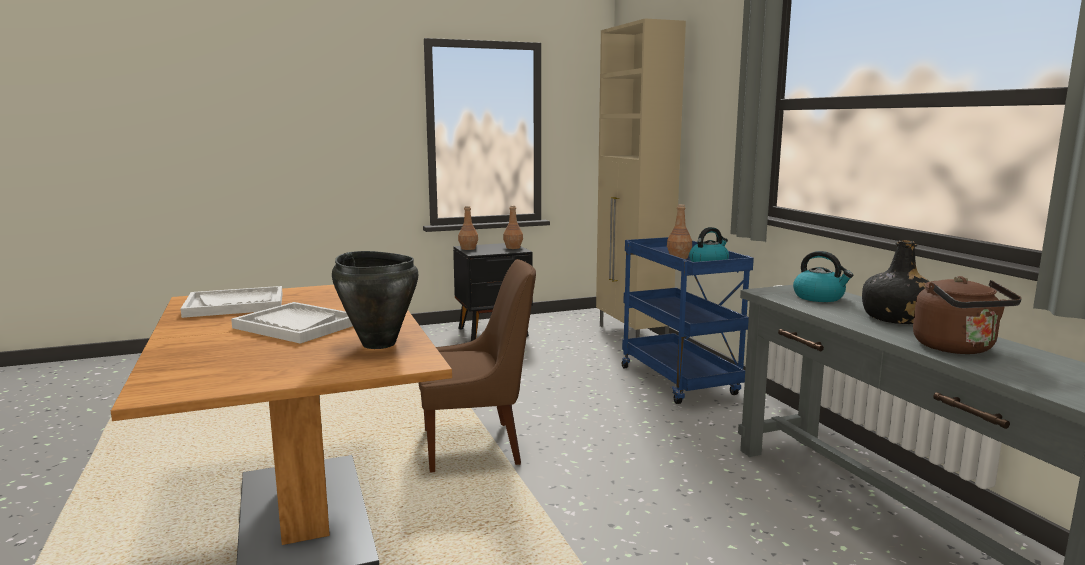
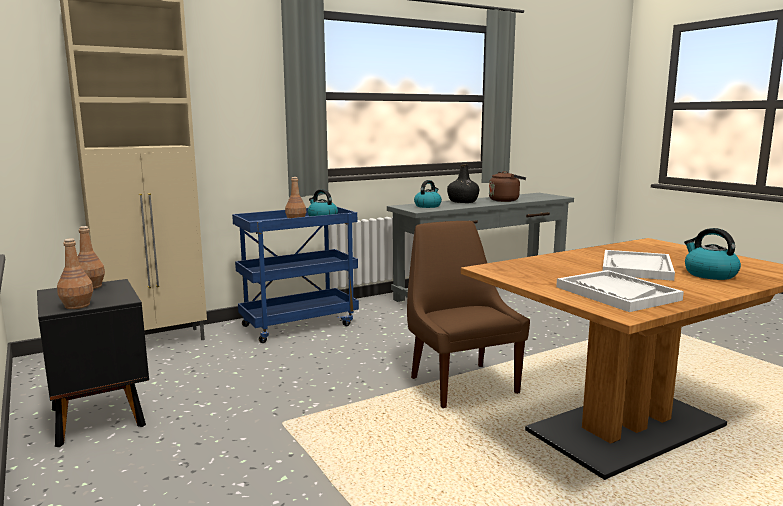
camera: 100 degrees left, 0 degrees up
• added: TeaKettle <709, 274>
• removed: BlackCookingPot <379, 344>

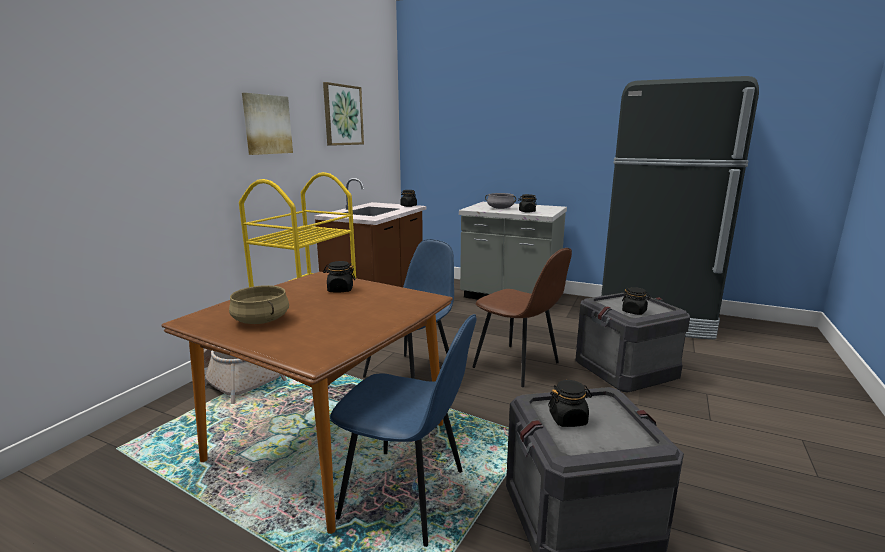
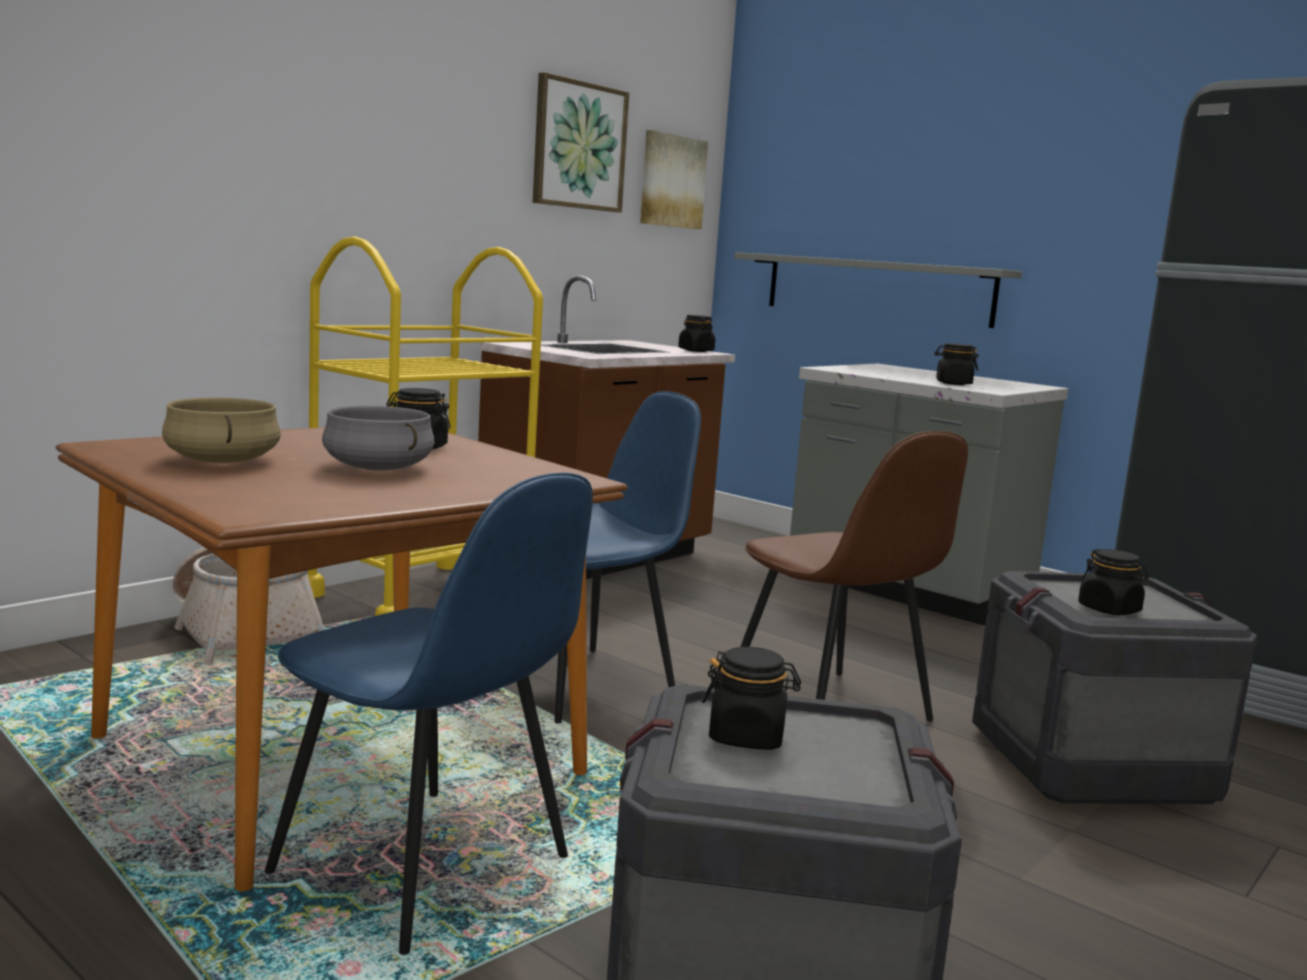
camera: 15 degrees right, 5 degrees down
• moved: GreyishCookingPot <500, 208> to <377, 468>
• moved: Picture <267, 124> to <671, 181>
• added: GreyishShelf <877, 289>

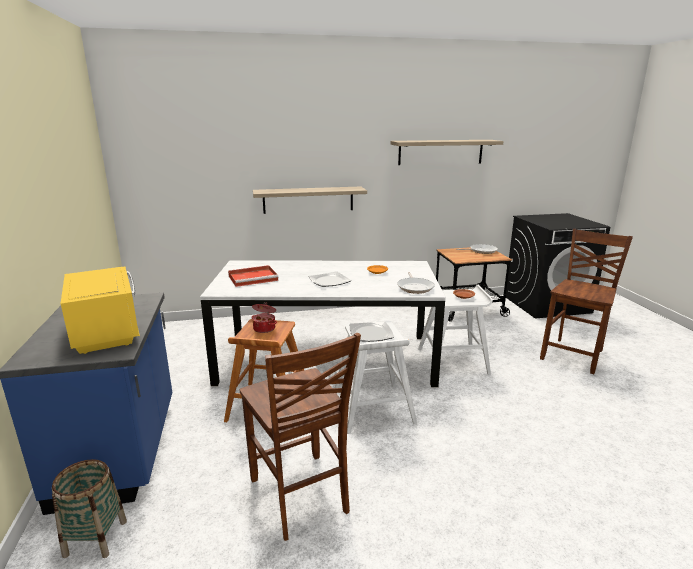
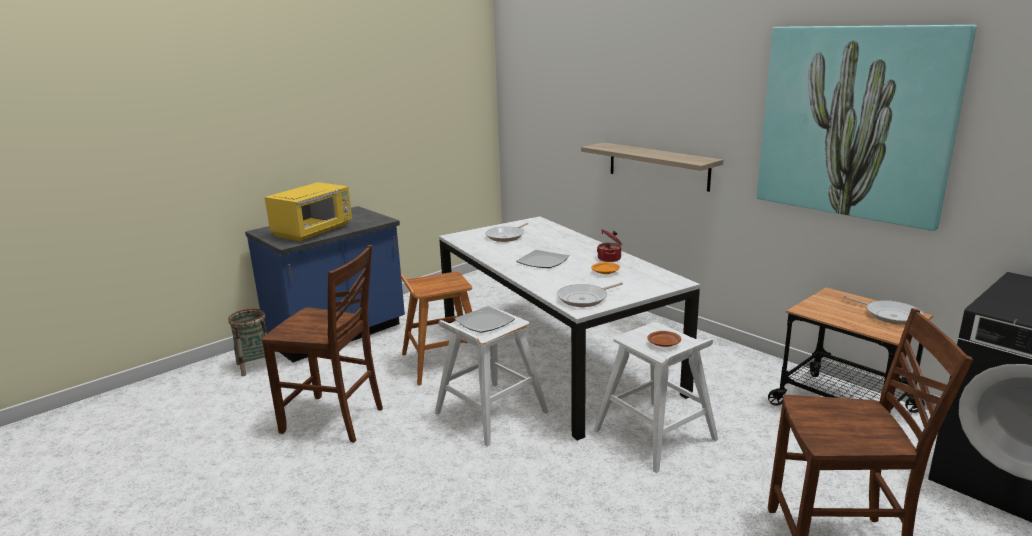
camera: 60 degrees right, 0 degrees up
• turned: BrownishPlainChair <300, 496> = <335, 420> 105 degrees counterclockwise
• replaced: RedColouredCarryingTray <254, 278> to Skillet <506, 236>
• moved: CookingPot <265, 328> to <610, 258>
• replaced: Shelf <440, 152> to Picture <854, 122>

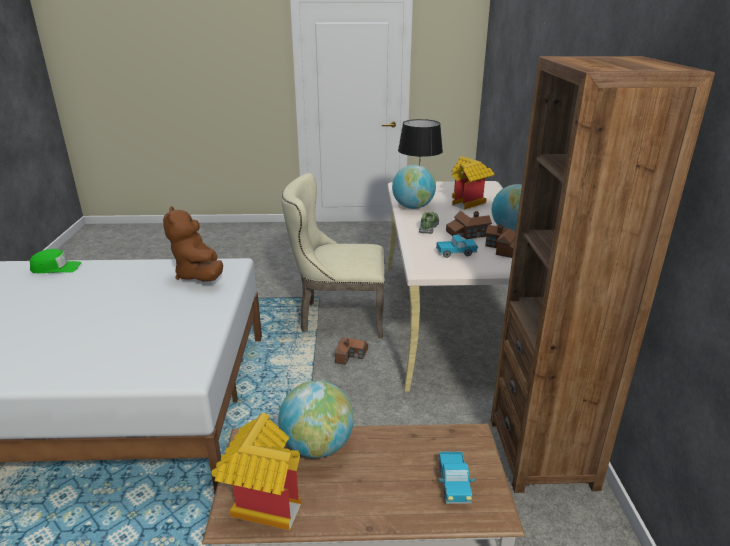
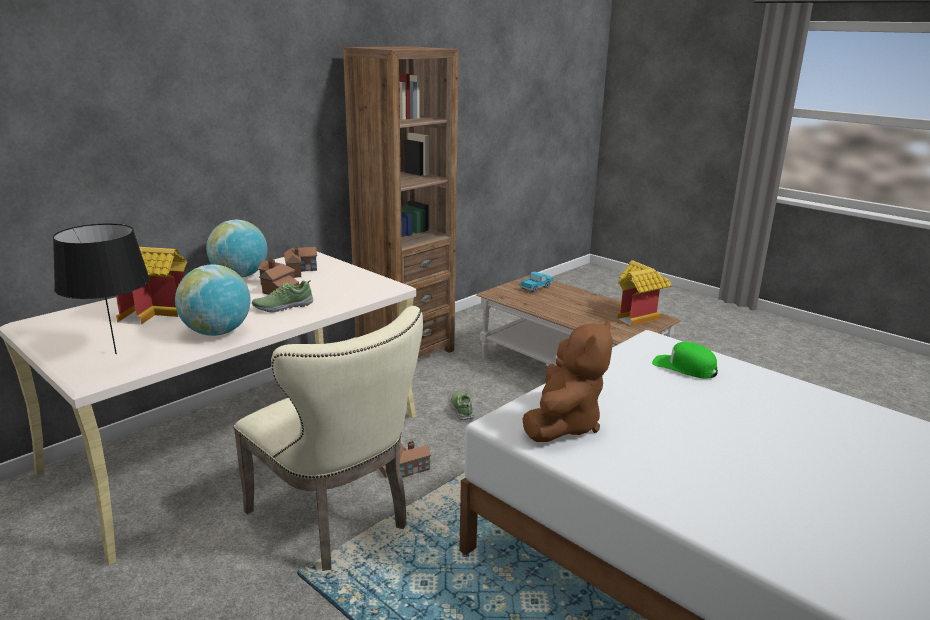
camera: 135 degrees left, 5 degrees down
• added: LowShoe <462, 410>
• moved: GreenColouredCap <56, 268> to <684, 367>
• removed: Globe <317, 446>
• removed: ToyLorry <456, 253>

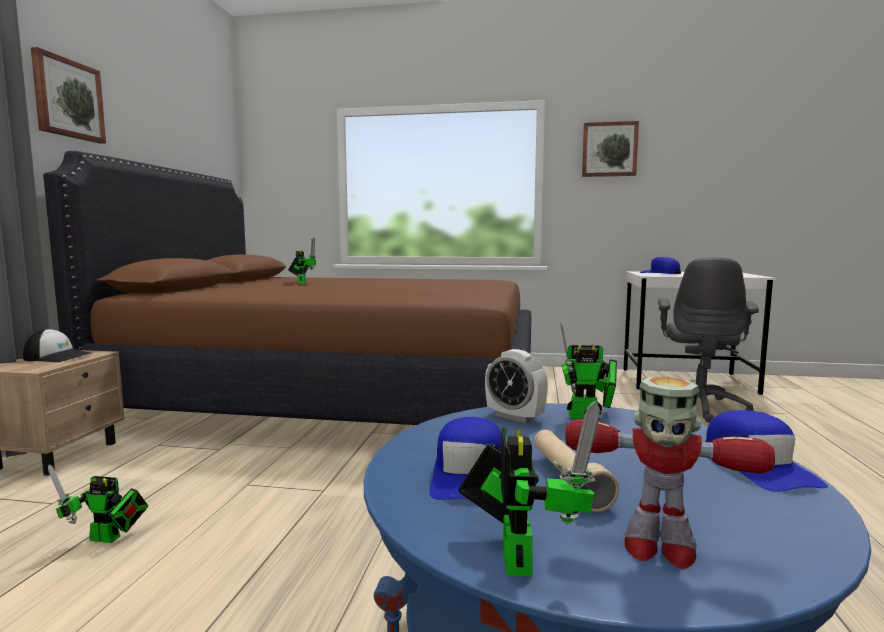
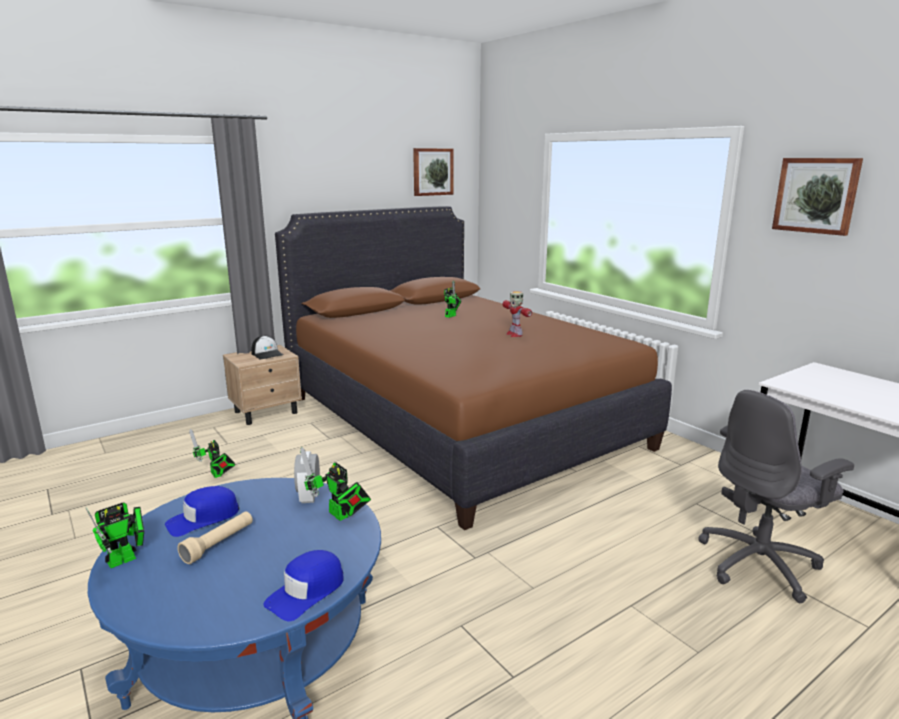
camera: 45 degrees right, 10 degrees up
• moved: Picture <68, 99> to <432, 172>
• moved: ModelRobot <657, 548> to <514, 334>
• removed: BlueCap <660, 273>

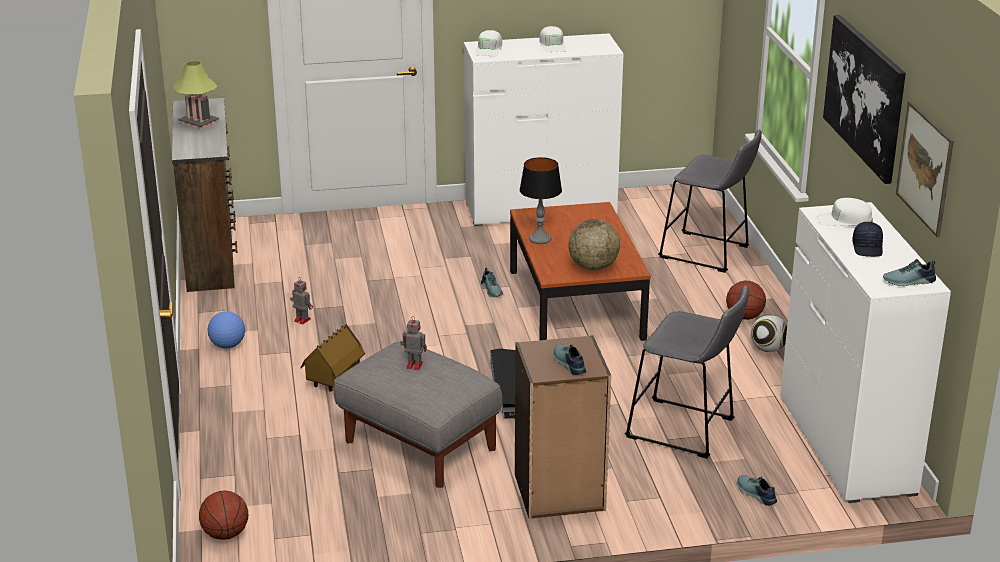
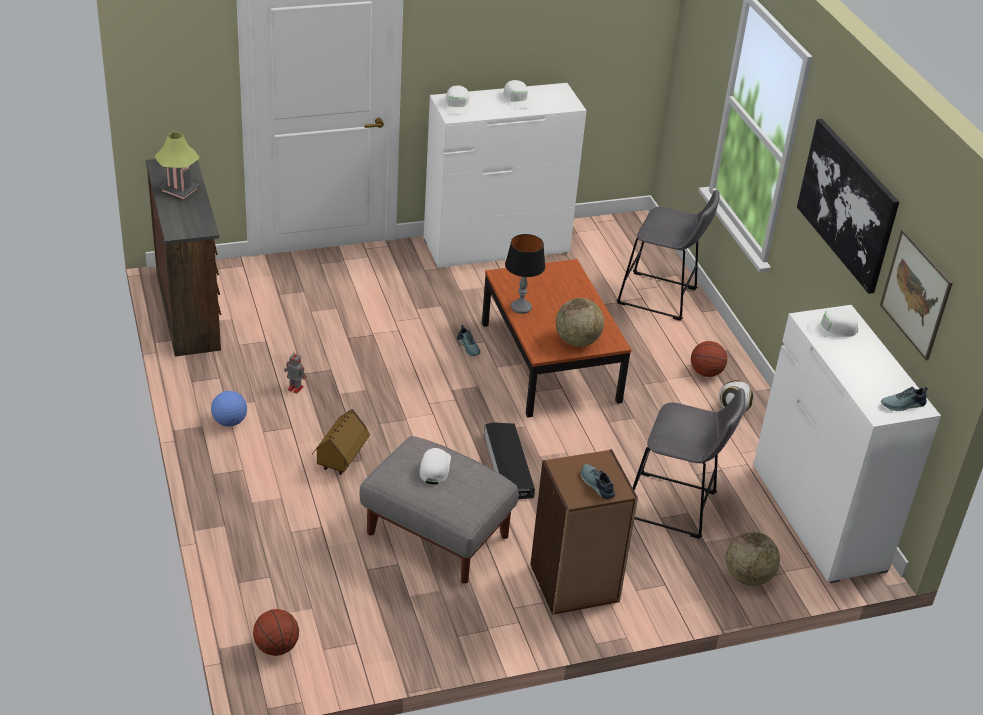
camera: 10 degrees left, 10 degrees up
• replaced: ModelRobot <413, 365> to WhitishCap <434, 467>
• replaced: LowShoe <755, 494> to Globe <748, 577>
• removed: BlackCap <868, 248>

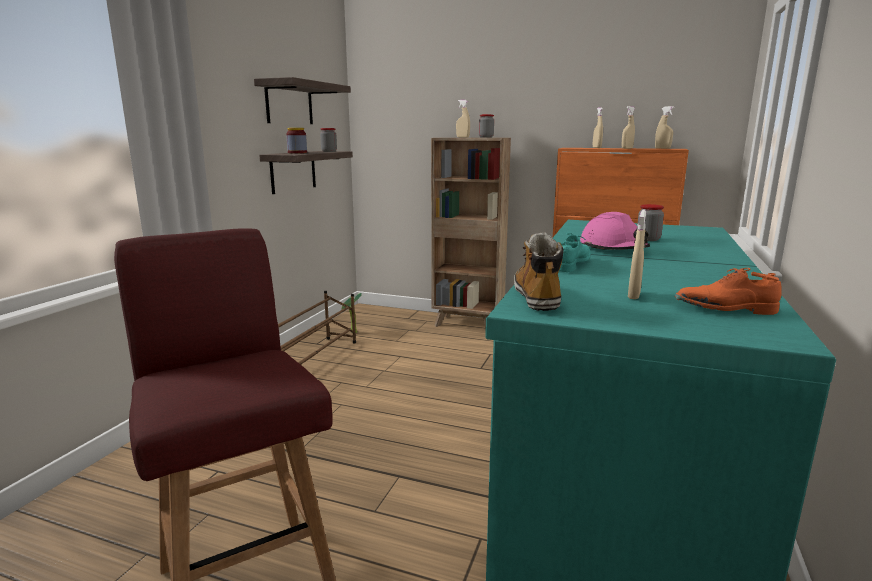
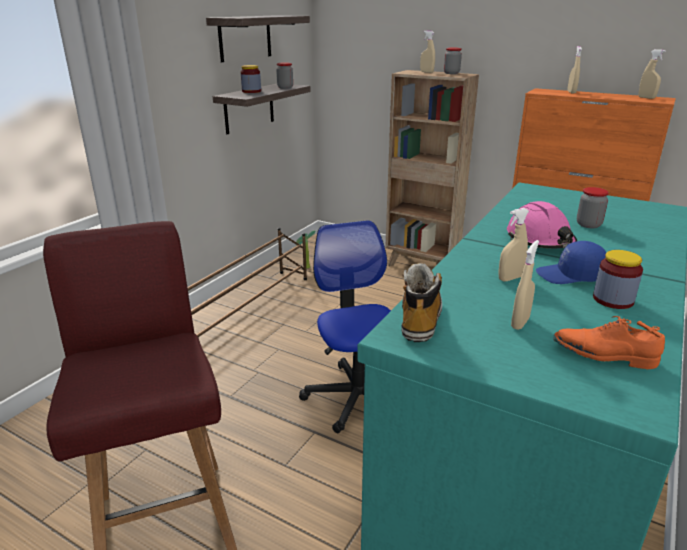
camera: 10 degrees right, 10 degrees up
• added: OfficeChair <357, 397>
• moved: BeigeHandSprayer <627, 148> to <510, 278>
• added: BlueCap <570, 276>
• added: StorageJar <613, 300>
• removed: TurquoiseLowShoe <572, 264>

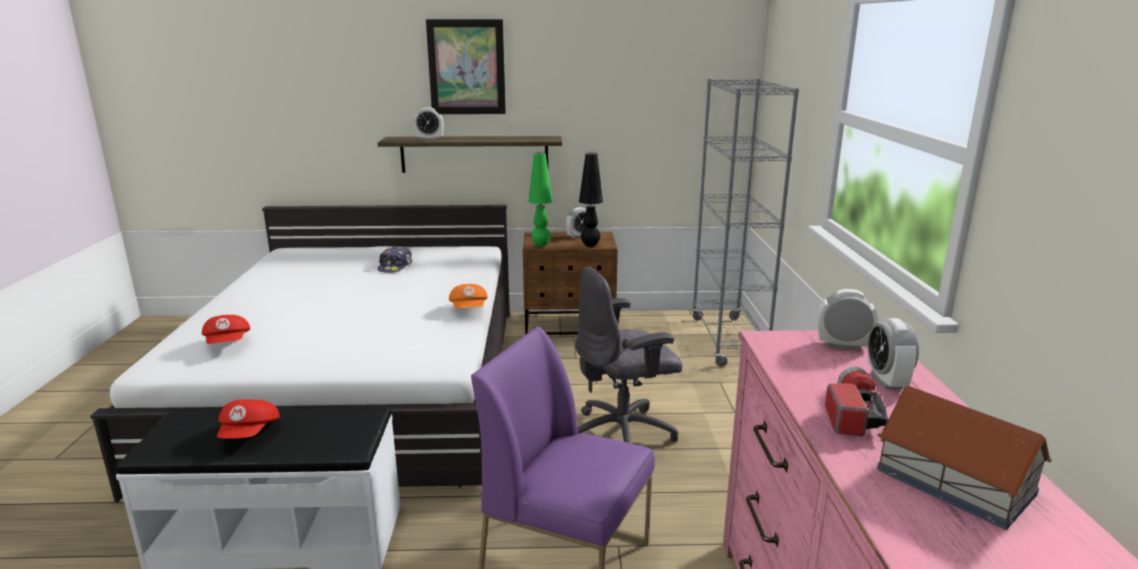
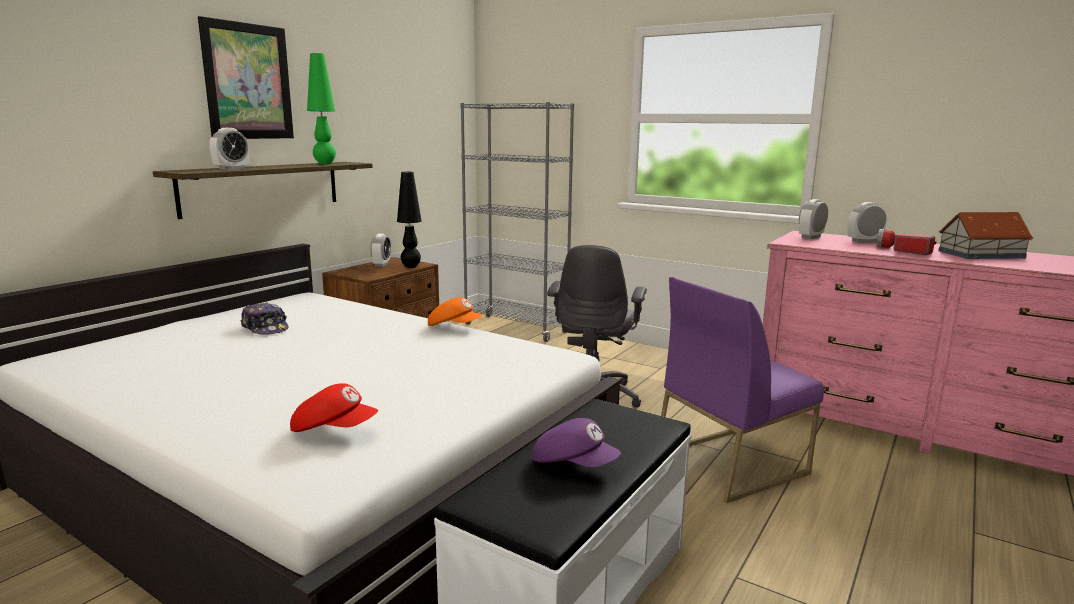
camera: 55 degrees left, 5 degrees down
• moved: GreenColouredTabletopLamp <540, 245> to <325, 164>
• recoloured: RedColouredCap <250, 434> to PurpleCap <574, 464>
• turned: TableClock <886, 381> = <864, 241> 135 degrees clockwise

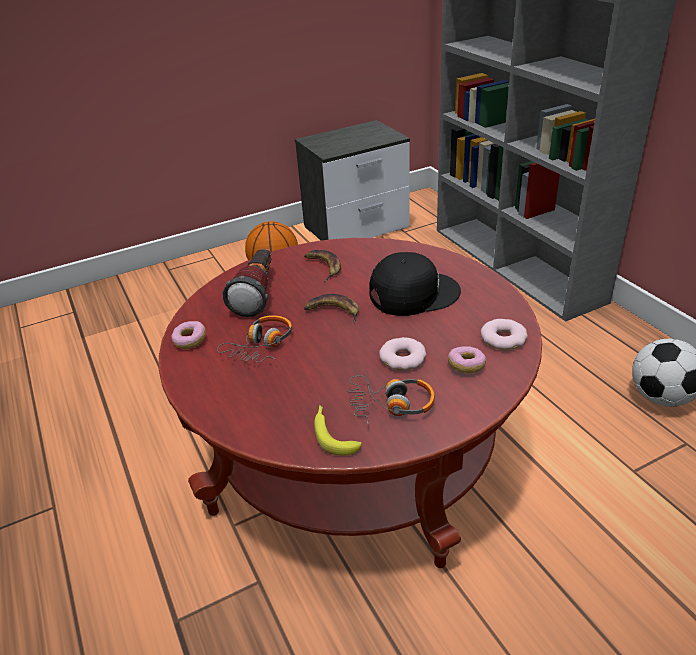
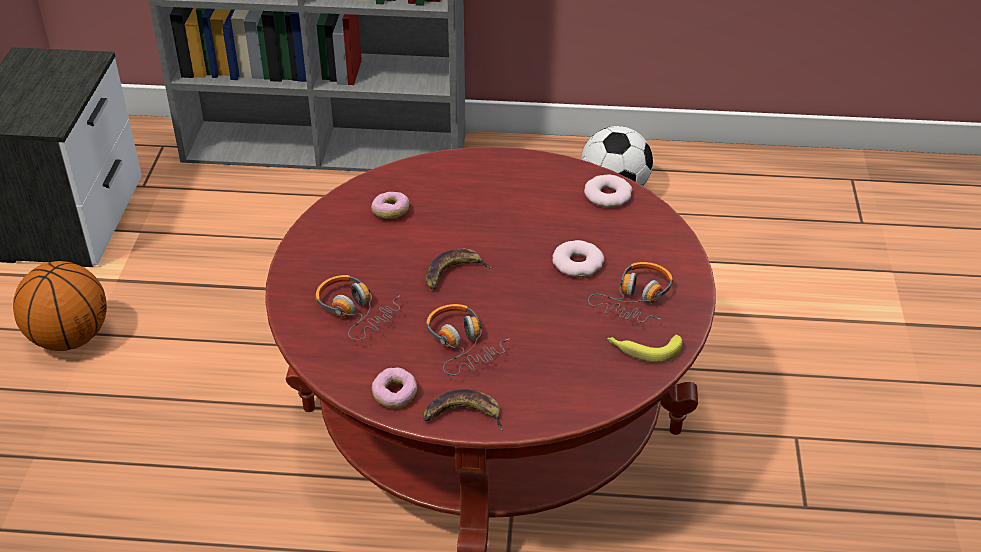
camera: 60 degrees left, 5 degrees up
• replaced: Torch <258, 293> to PairOfHeadphones <355, 312>
• moved: Donut <466, 366> to <390, 212>
• moved: Banana <323, 266> to <463, 415>
• removed: BlackCap <413, 293>

